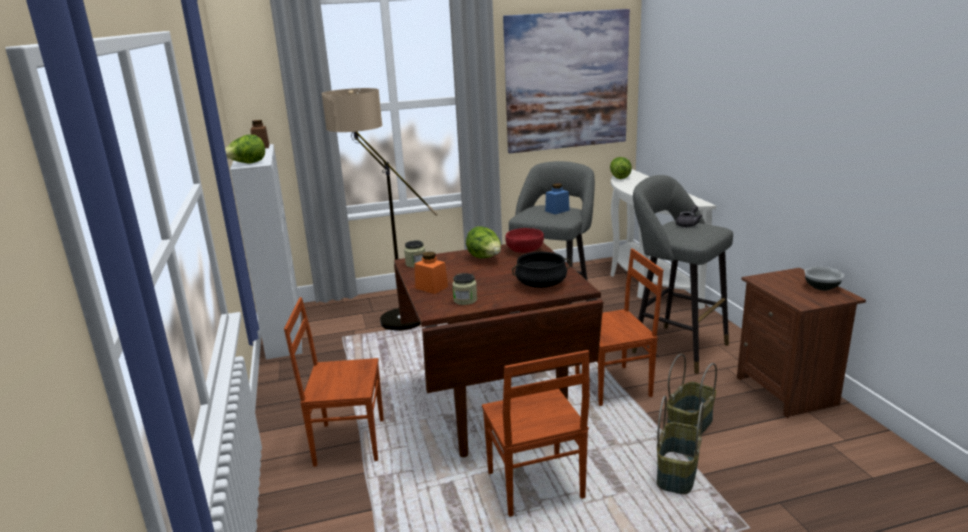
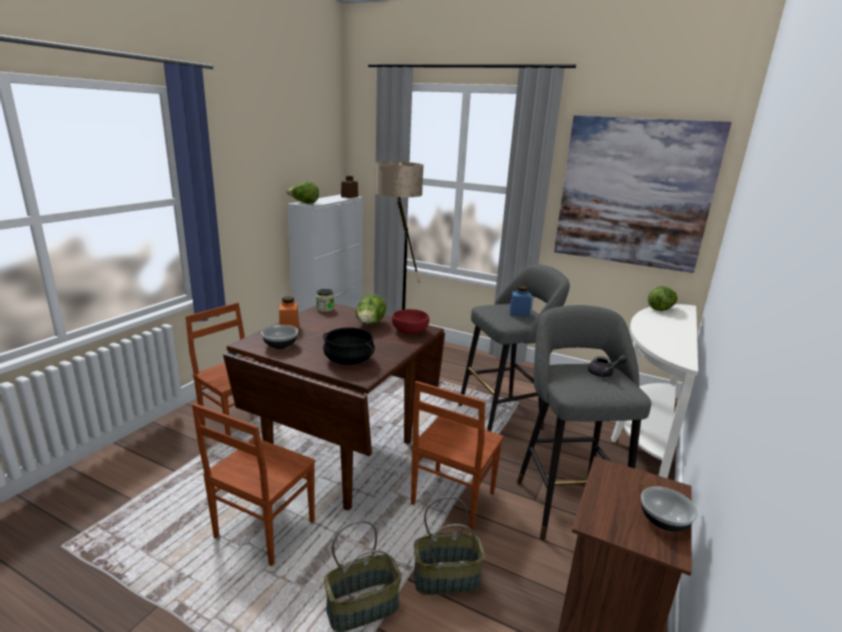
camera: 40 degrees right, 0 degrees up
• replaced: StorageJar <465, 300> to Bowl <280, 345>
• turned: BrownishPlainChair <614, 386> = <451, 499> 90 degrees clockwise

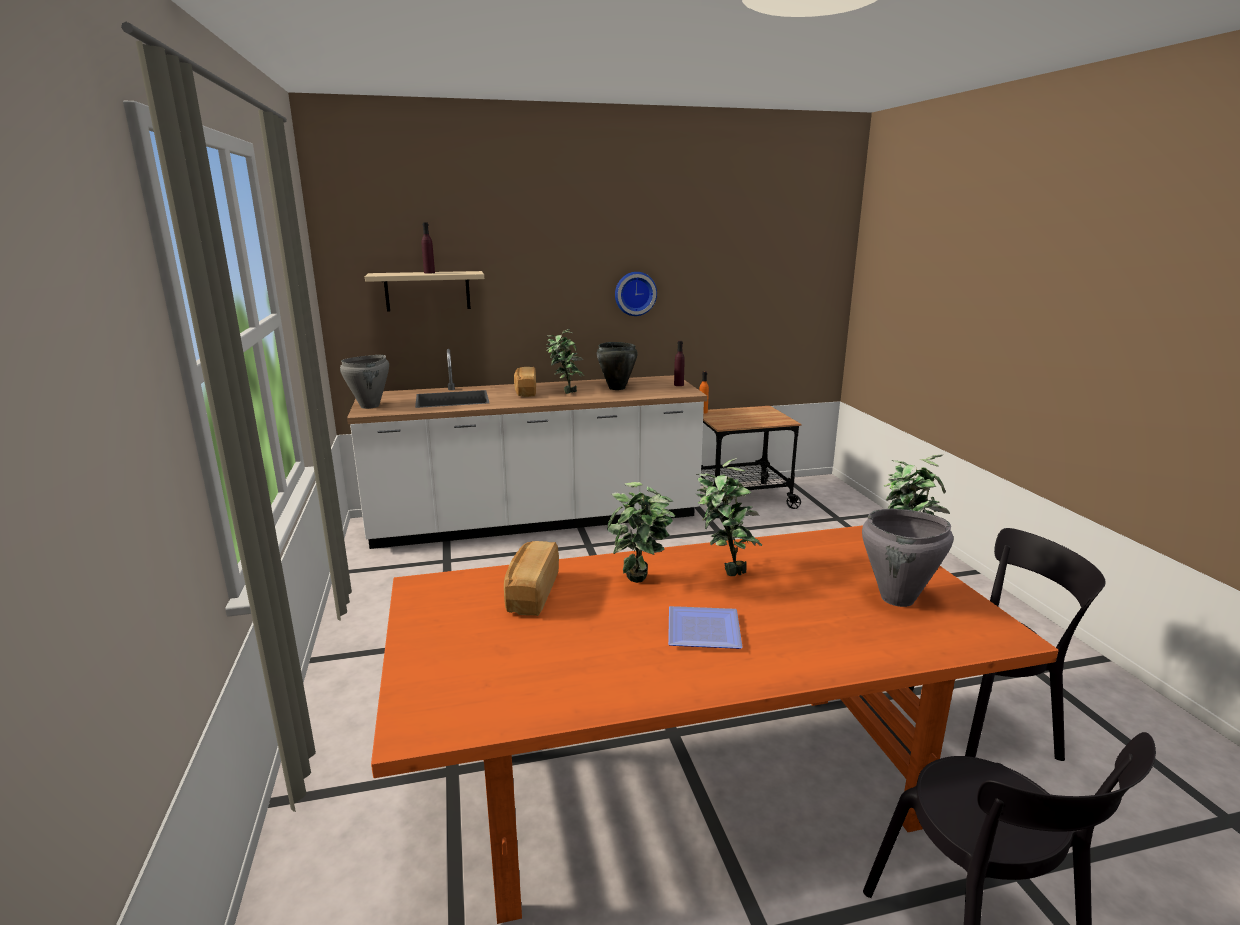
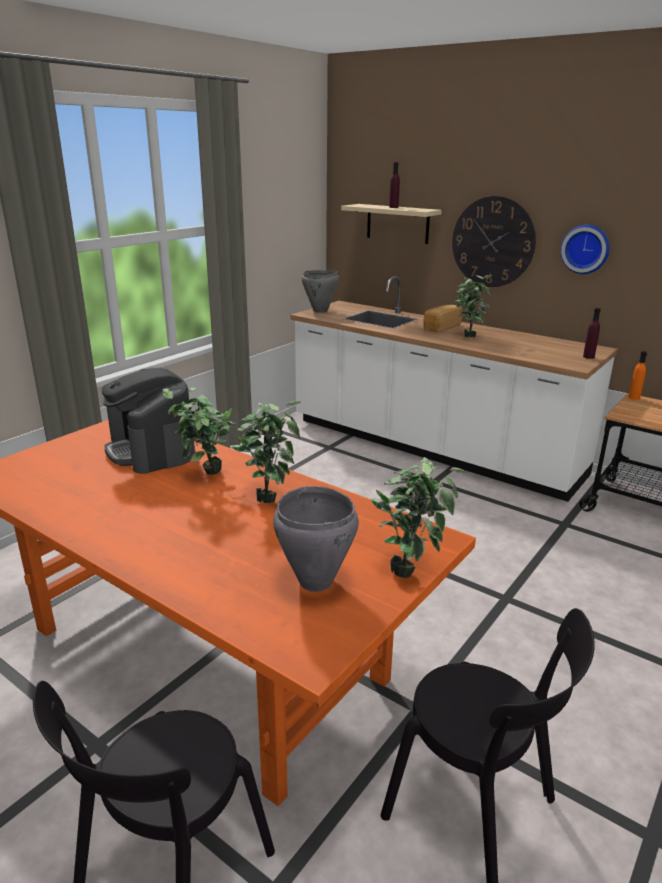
camera: 50 degrees right, 5 degrees up
• replaced: BakeryBread <531, 594> to CoffeeBrewer <152, 450>
• added: ClockOnTheWall <493, 242>
• removed: BlackCookingPot <616, 388>
• removed: DinnerPlate <706, 632>

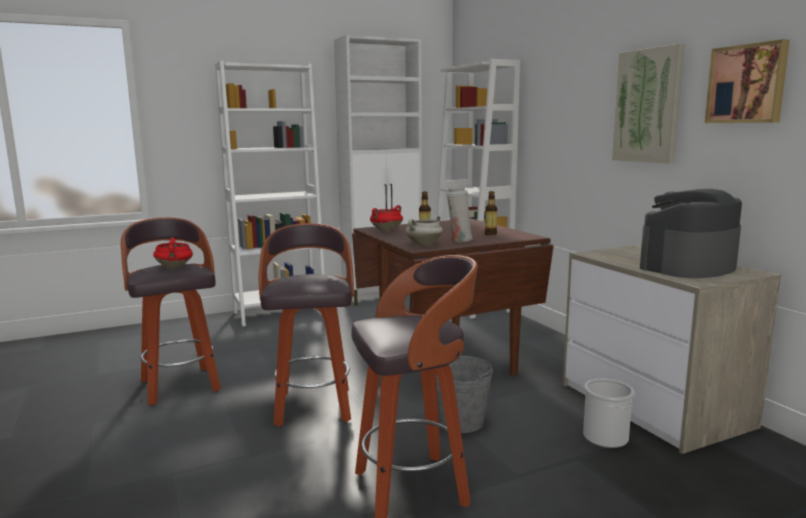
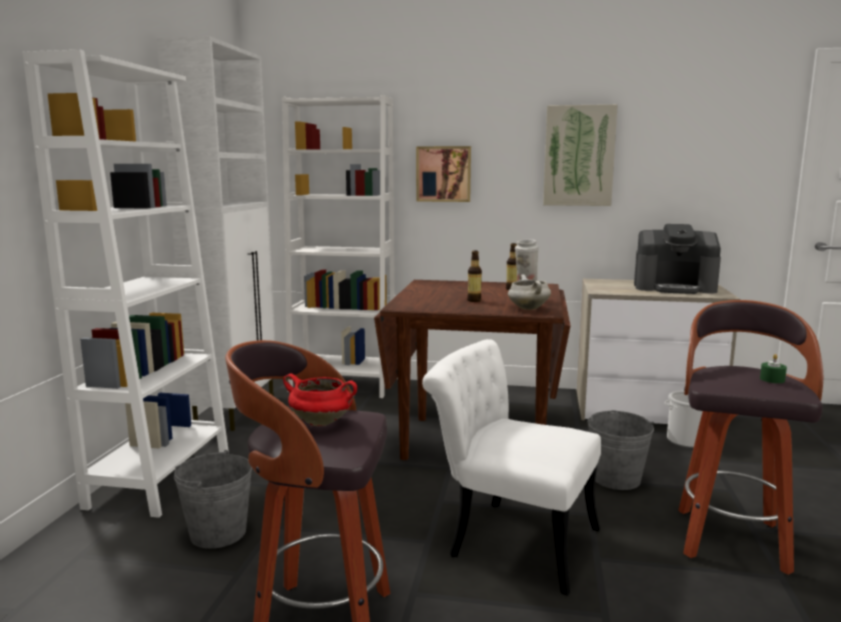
camera: 55 degrees left, 0 degrees up
• added: GreyishWaterBucket <218, 533>
• moved: Picture <747, 84> to <443, 174>
• replaced: Stool <313, 406> to WhitishPlainChair <509, 539>
• turned: CoffeeBrewer <687, 267> = <674, 287> 75 degrees counterclockwise
• added: GreenColouredCandle <772, 379>
• removed: RedColouredCookingPot <386, 230>

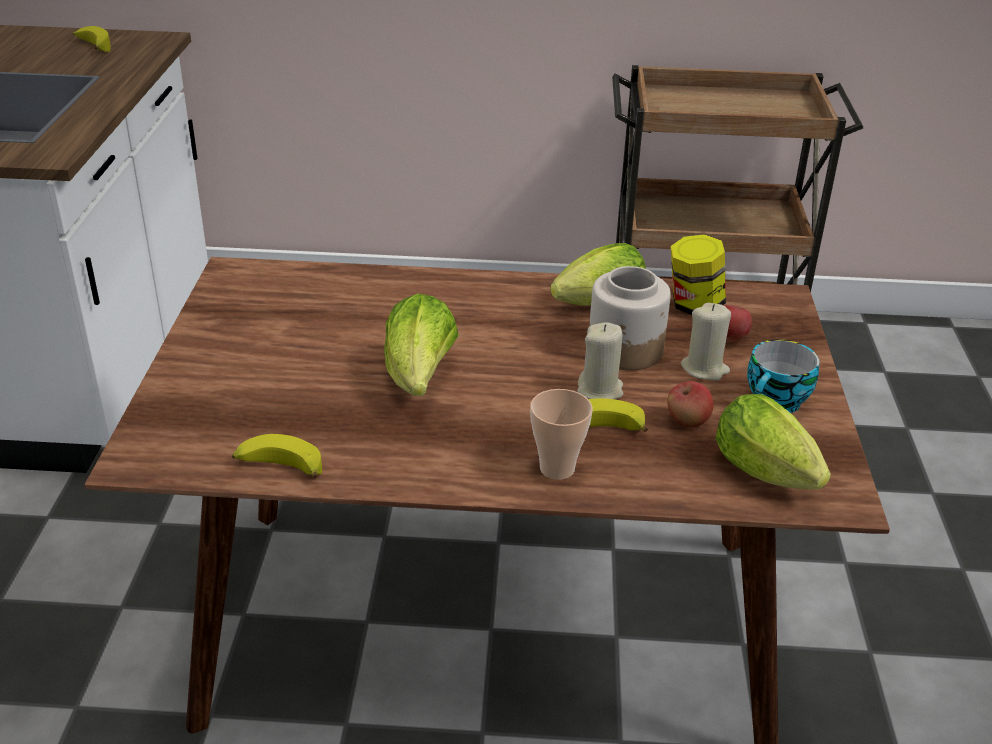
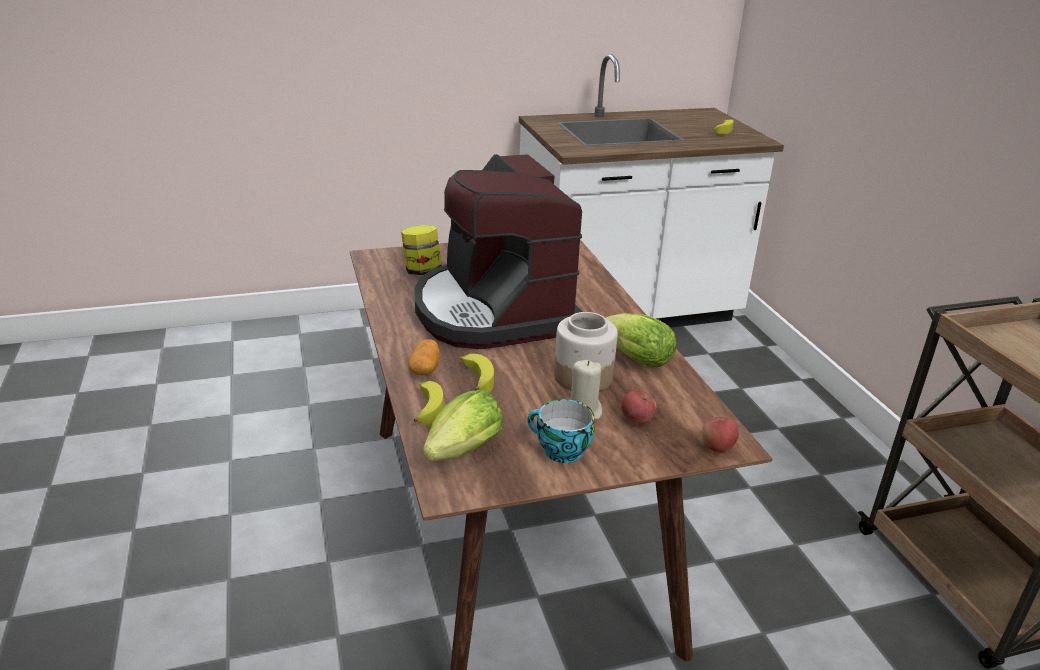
camera: 70 degrees right, 5 degrees down
• moved: StorageJar <694, 305> to <422, 271>
• replaced: SmallCup <557, 469> to Potato <425, 369>
• moved: Banana <278, 468> to <427, 408>
• replaced: Lettuce <419, 378> to CoffeeBrewer <492, 311>
• moved: WholeApple <687, 421> to <717, 447>
• removed: BeigeCandle <600, 390>

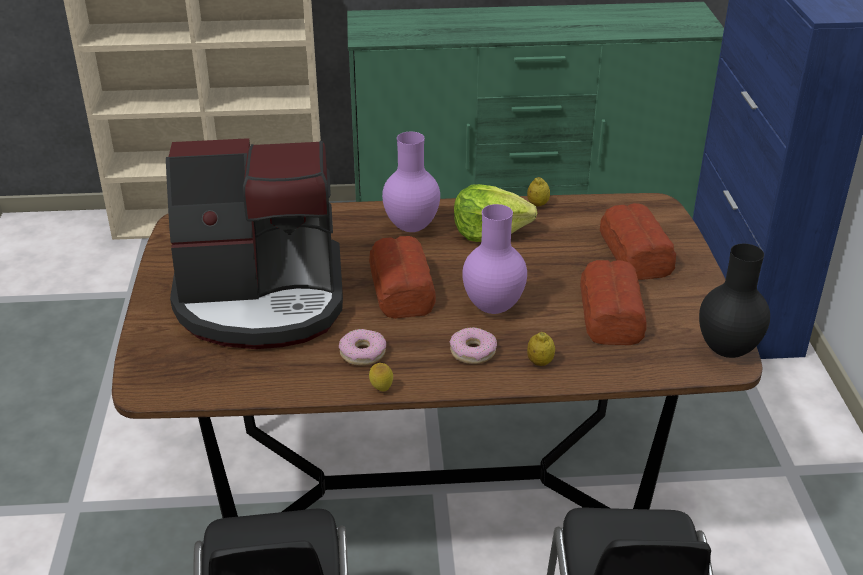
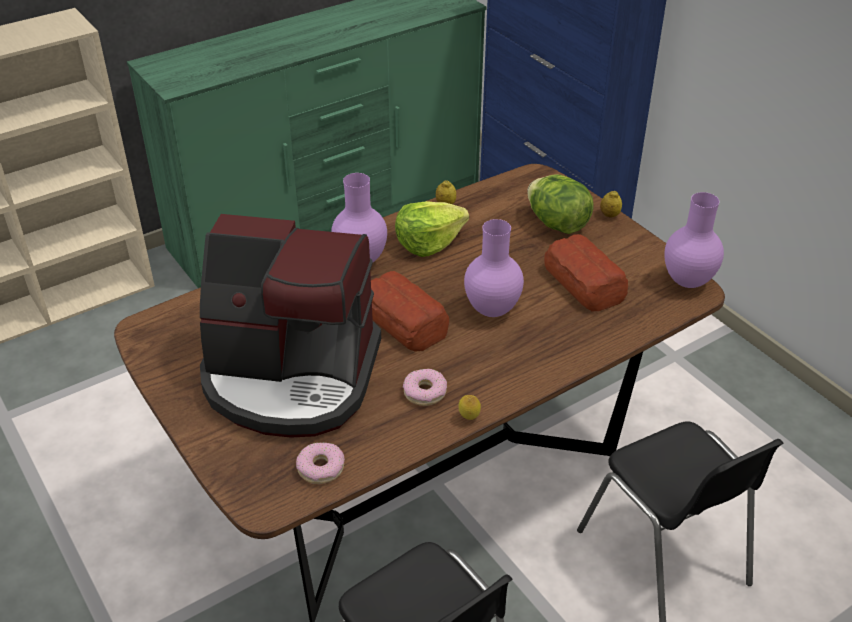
camera: 30 degrees left, 5 degrees up
• turned: CoffeeBrewer <262, 299> = <291, 377> 45 degrees clockwise
• moved: Donut <473, 351> to <321, 468>
• replaced: BakeryBread <635, 254> to Lettuce <557, 224>
• moved: CitrusFruit <540, 362> to <609, 215>
• recoloured: BlackFlowerVase <728, 350> to PurpleFlowerVase <688, 281>

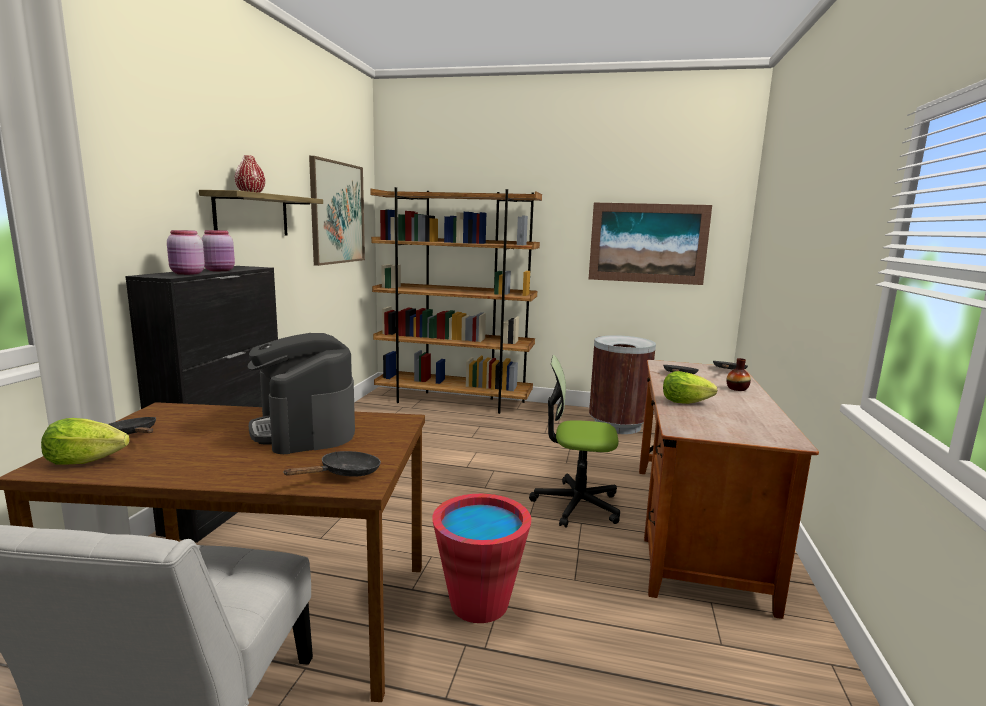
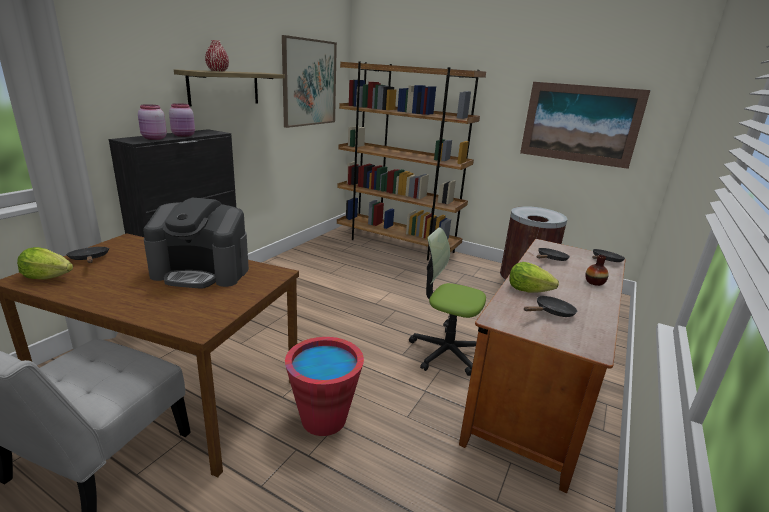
camera: 15 degrees right, 10 degrees up
• turned: CoffeeBrewer <305, 429> = <202, 271> 75 degrees counterclockwise
• moved: BlackSkillet <345, 473> to <551, 312>

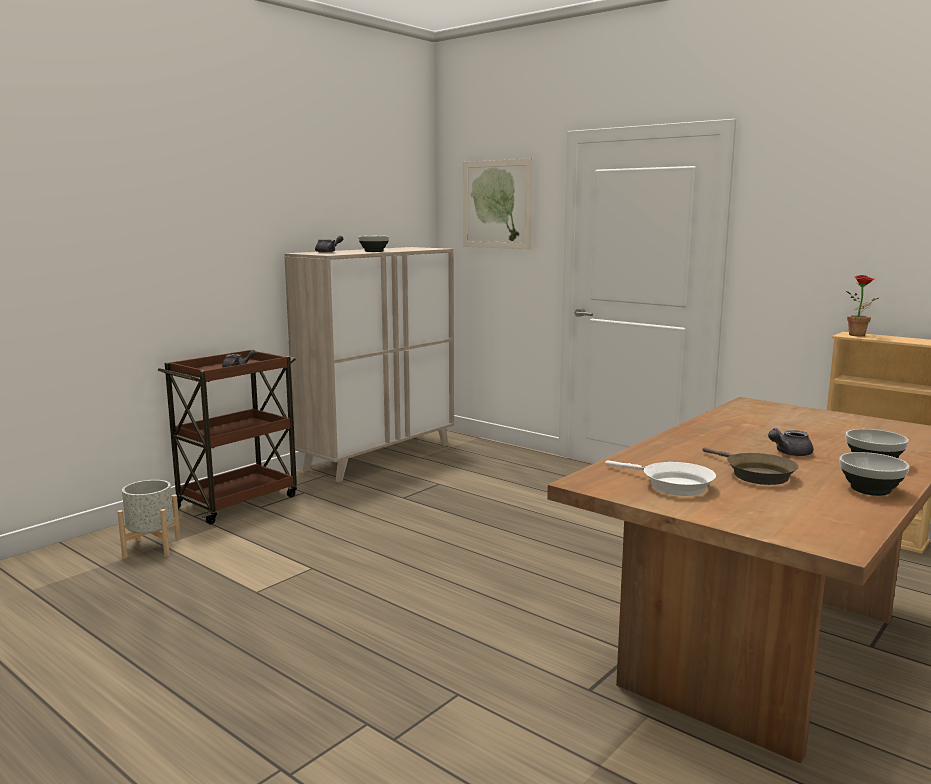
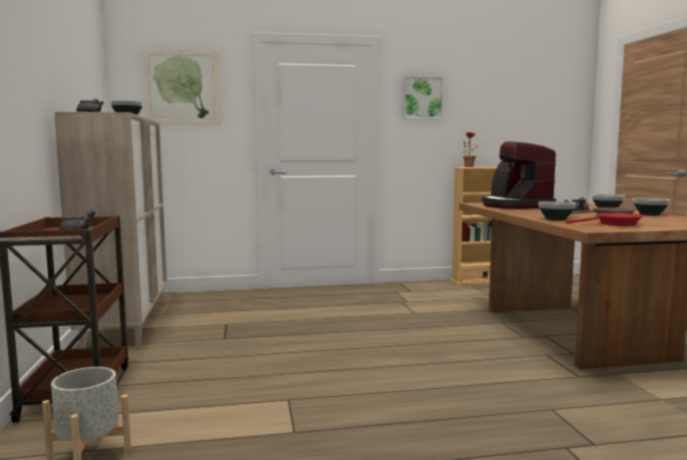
camera: 50 degrees left, 5 degrees down
• added: Picture <422, 98>
• added: CoffeeBrewer <515, 206>
• added: Bowl <555, 219>
• recoloured: WhitishSkillet <671, 485> to RedColouredSkillet <614, 224>

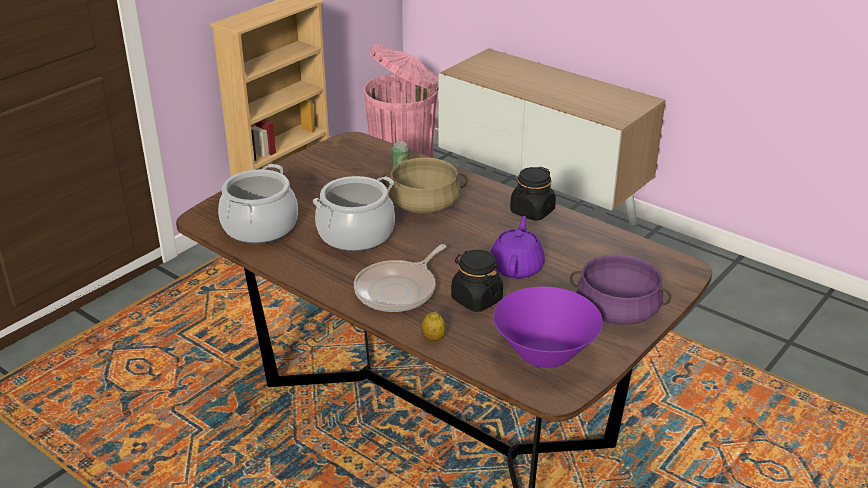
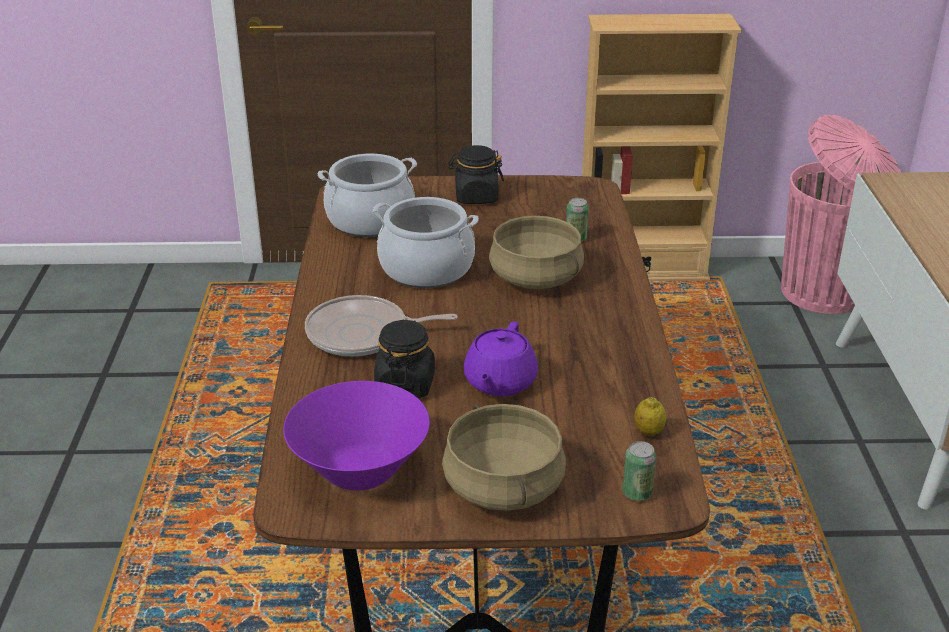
camera: 50 degrees right, 0 degrees up
• recoloured: PurpleCookingPot <617, 312> to BeigeCookingPot <502, 487>
• moved: BlackStorageJar <532, 212> to <476, 197>
• turned: PurplePotForTea <517, 267> = <499, 382> 135 degrees clockwise
• added: SealedCan <637, 493>
• moved: CitrusFruit <433, 339> to <648, 432>

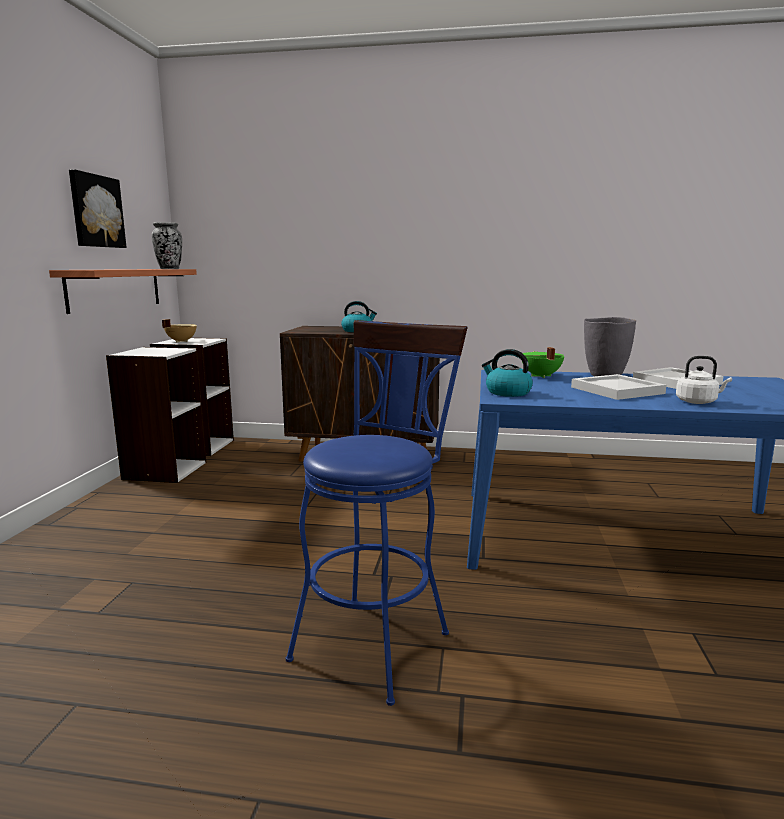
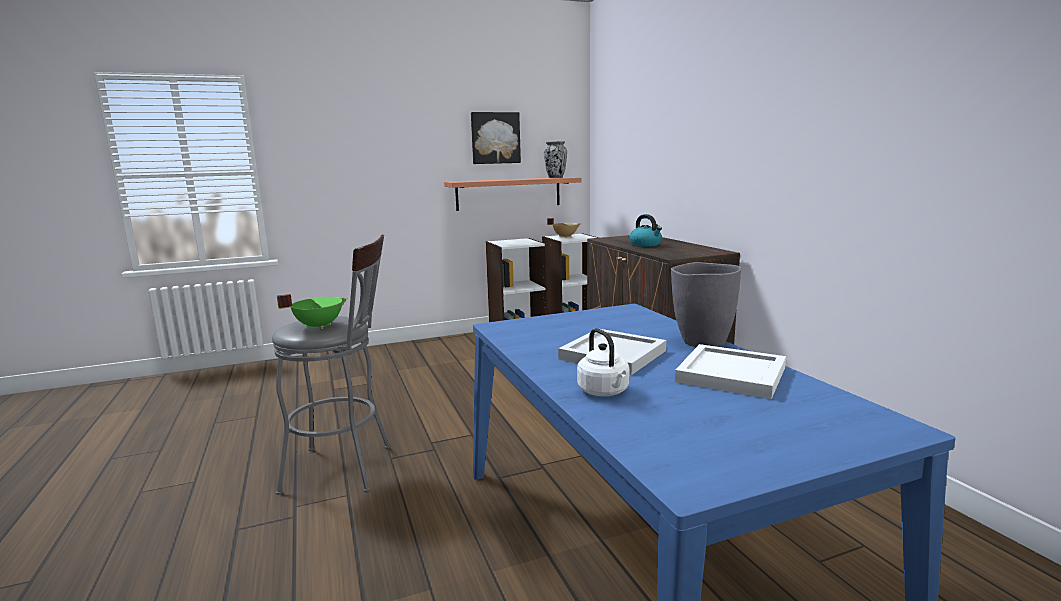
camera: 60 degrees right, 0 degrees up
• recoloured: BlueStool <377, 638> to GreyishStool <347, 468>
• moved: GreenColouredCookingPot <540, 376> to <318, 326>
• removed: TeaKettle <507, 392>

